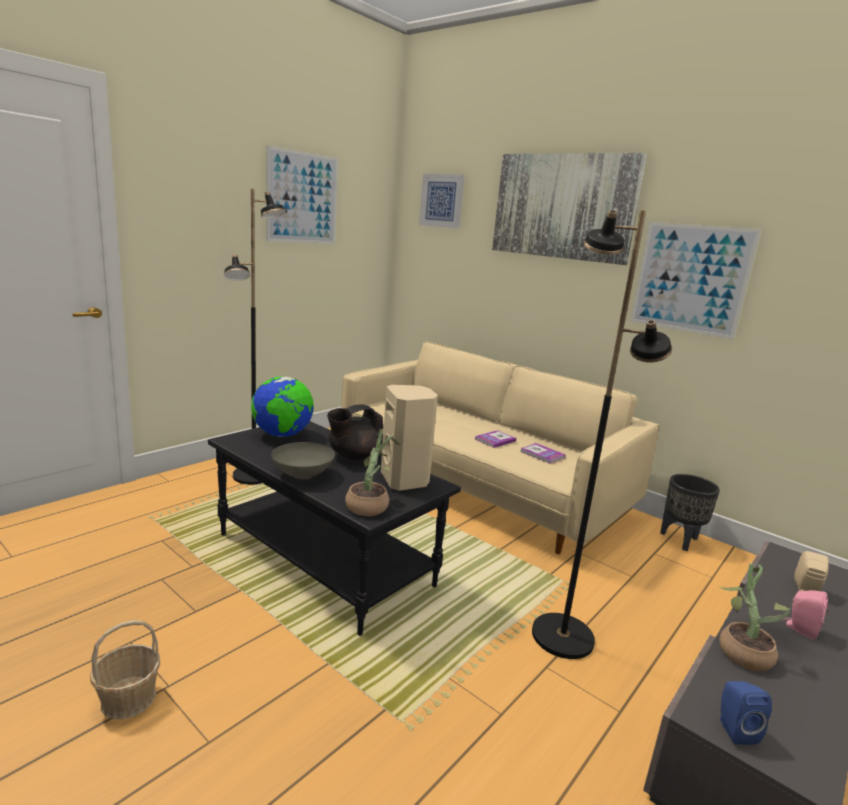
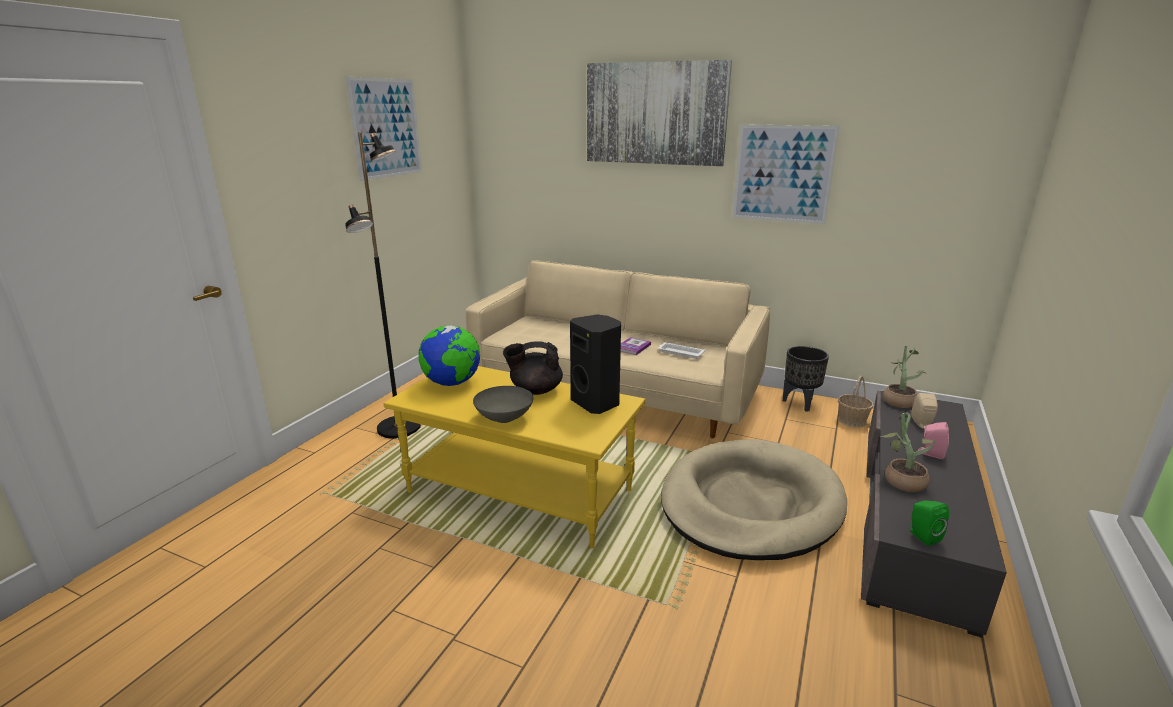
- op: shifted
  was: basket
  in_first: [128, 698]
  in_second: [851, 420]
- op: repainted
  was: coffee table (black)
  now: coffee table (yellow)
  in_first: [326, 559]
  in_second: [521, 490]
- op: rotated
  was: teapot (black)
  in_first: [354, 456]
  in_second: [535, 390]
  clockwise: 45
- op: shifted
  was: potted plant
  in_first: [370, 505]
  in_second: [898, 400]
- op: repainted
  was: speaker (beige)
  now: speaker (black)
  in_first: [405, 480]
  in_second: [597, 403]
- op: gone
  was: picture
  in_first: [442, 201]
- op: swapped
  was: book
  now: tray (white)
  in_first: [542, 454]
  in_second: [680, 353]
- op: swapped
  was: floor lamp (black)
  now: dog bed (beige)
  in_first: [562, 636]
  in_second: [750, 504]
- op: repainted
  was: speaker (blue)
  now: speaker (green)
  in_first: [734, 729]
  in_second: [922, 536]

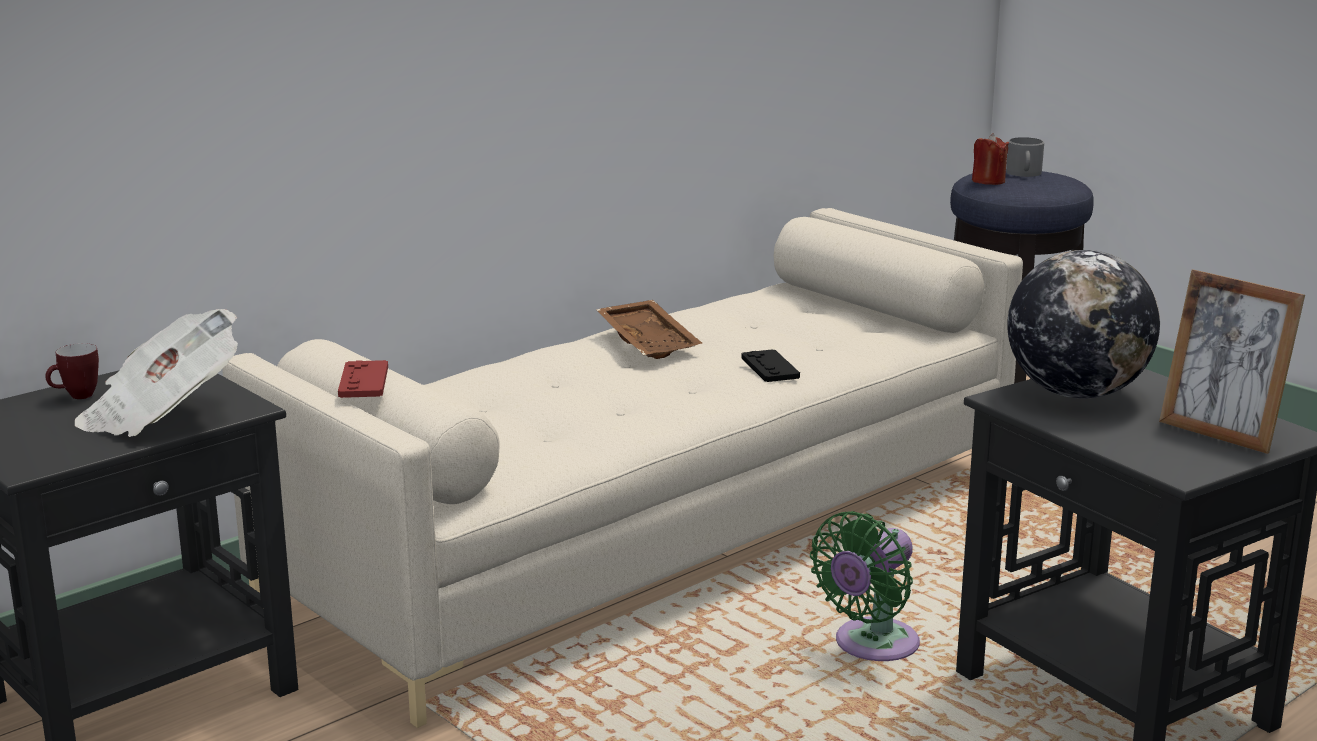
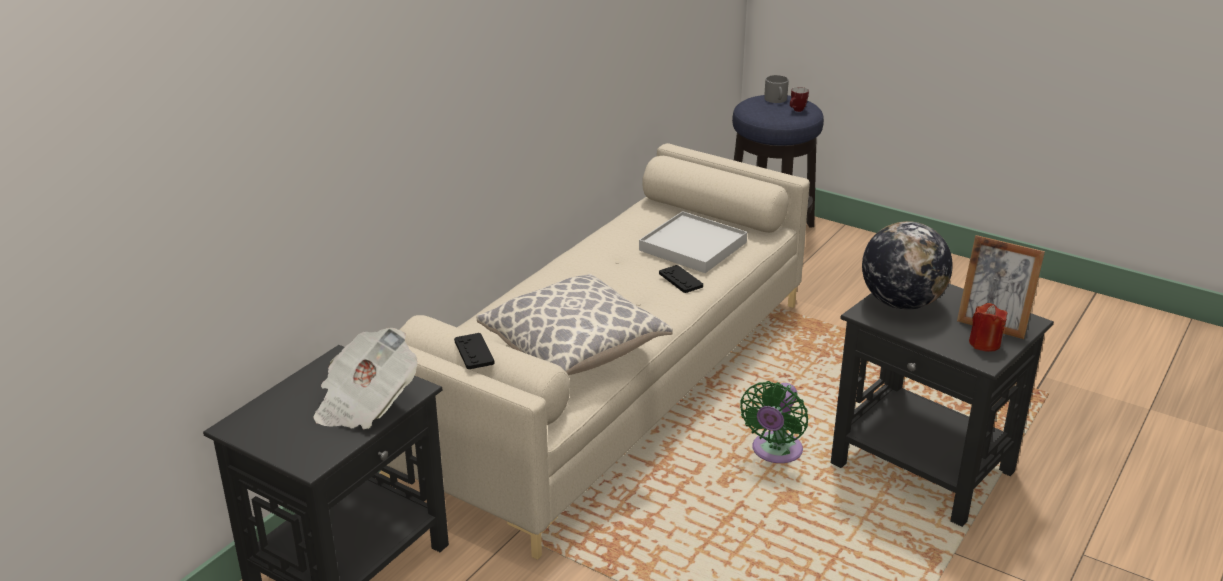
- op: shifted
  was: mug
  in_first: [76, 397]
  in_second: [797, 111]
- op: repainted
  was: game controller (red)
  now: game controller (black)
  in_first: [363, 381]
  in_second: [474, 352]
- op: gone
  was: tray (brown)
  in_first: [650, 342]
- op: shifted
  was: candle (red)
  in_first: [988, 181]
  in_second: [984, 343]
- op: new
  now: pillow
  in_second: [574, 351]
- op: new
  now: tray (white)
  in_second: [693, 246]

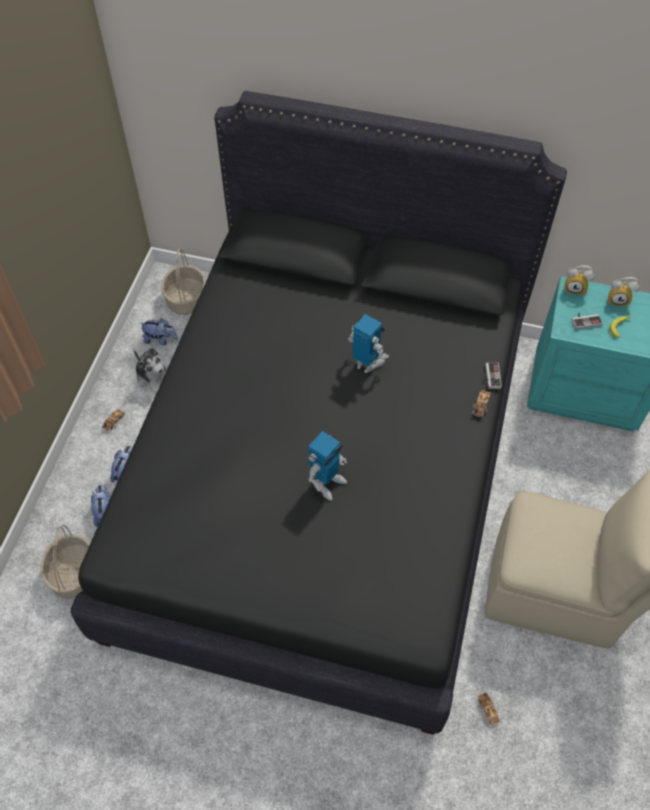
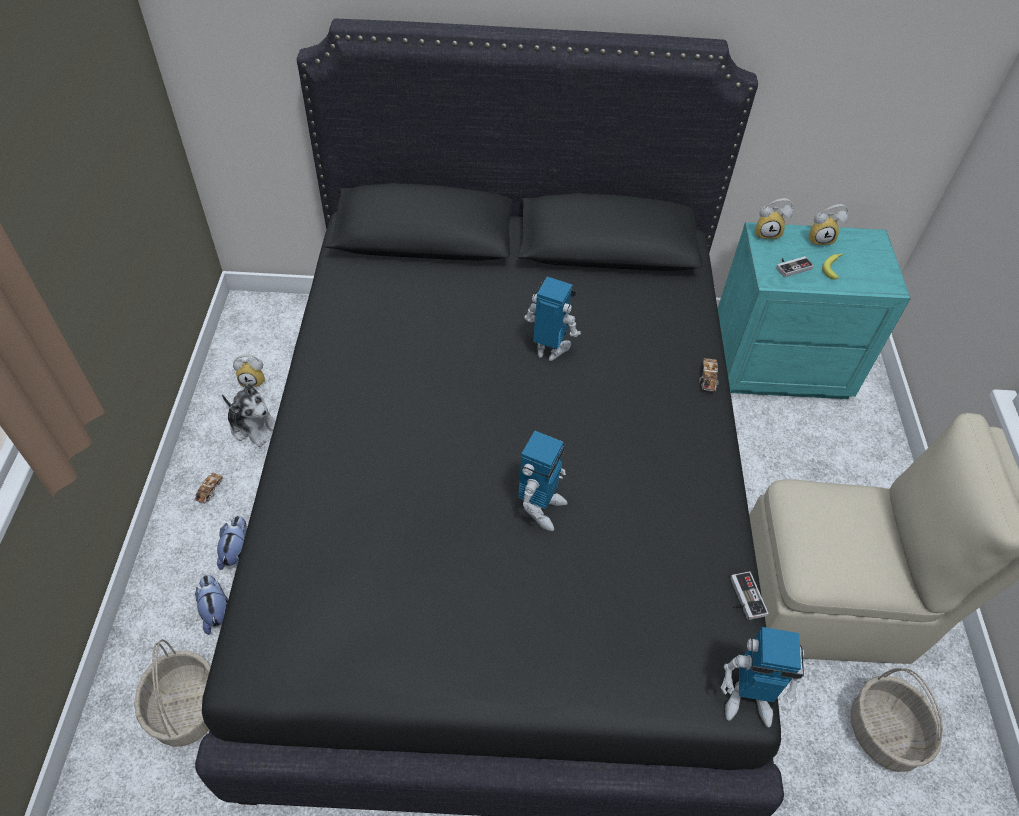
- op: swapped
  was: plush toy
  now: alarm clock
  in_first: [160, 339]
  in_second: [254, 380]
- op: shifted
  was: basket
  in_first: [187, 300]
  in_second: [884, 733]
- op: gone
  was: toy car
  in_first: [487, 709]
- op: shifted
  was: game controller
  in_first: [489, 377]
  in_second: [743, 598]
- op: new
  now: toy robot
  in_second: [748, 699]

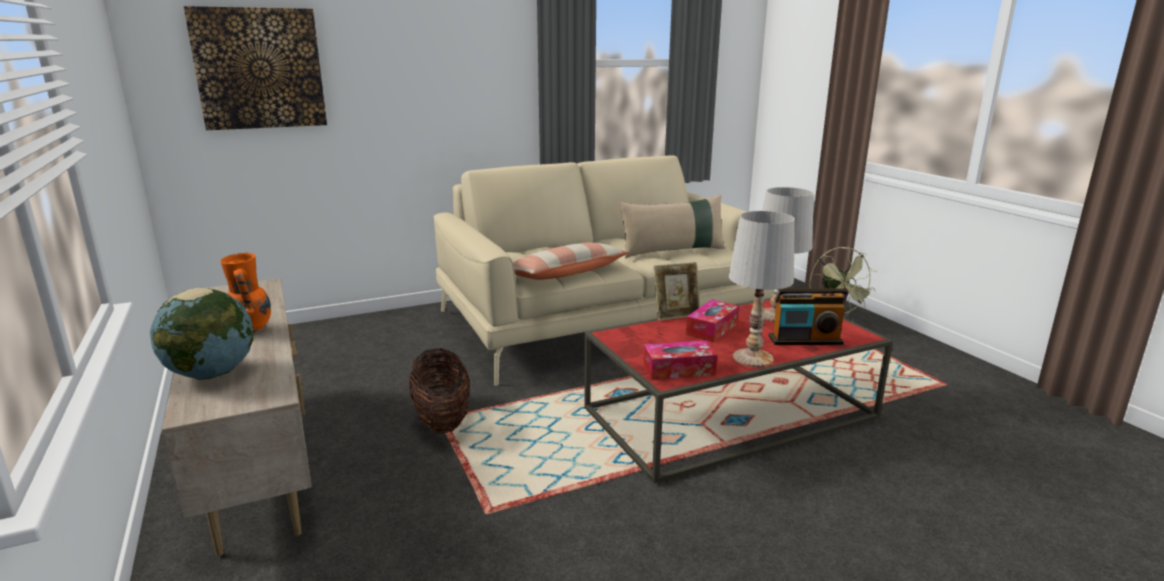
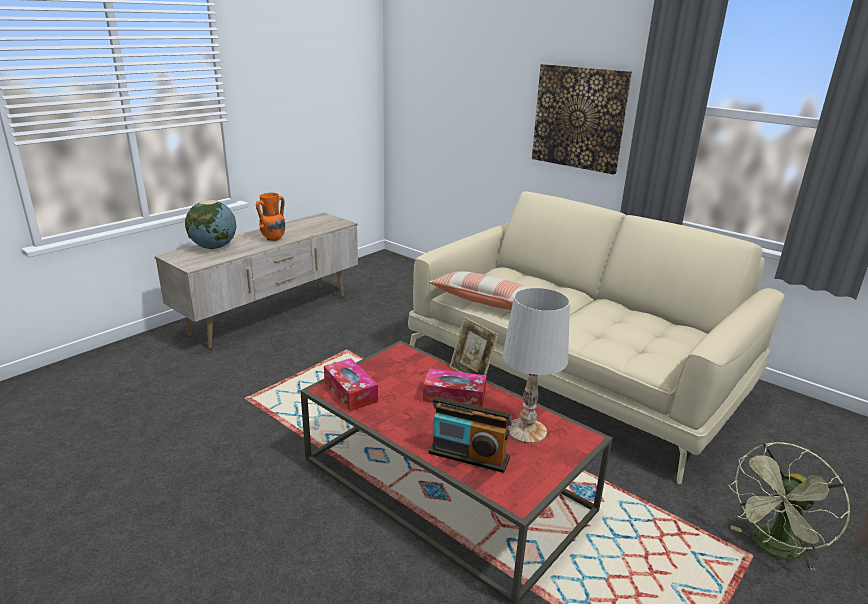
- op: shifted
  was: picture
  in_first: [259, 69]
  in_second: [579, 118]
- op: gone
  was: basket
  in_first: [442, 419]
- op: gone
  was: pillow (beige)
  in_first: [672, 251]
- op: gone
  was: table lamp (white)
  in_first: [752, 358]
- op: rotated
  was: radio
  in_first: [805, 340]
  in_second: [469, 456]
  clockwise: -45

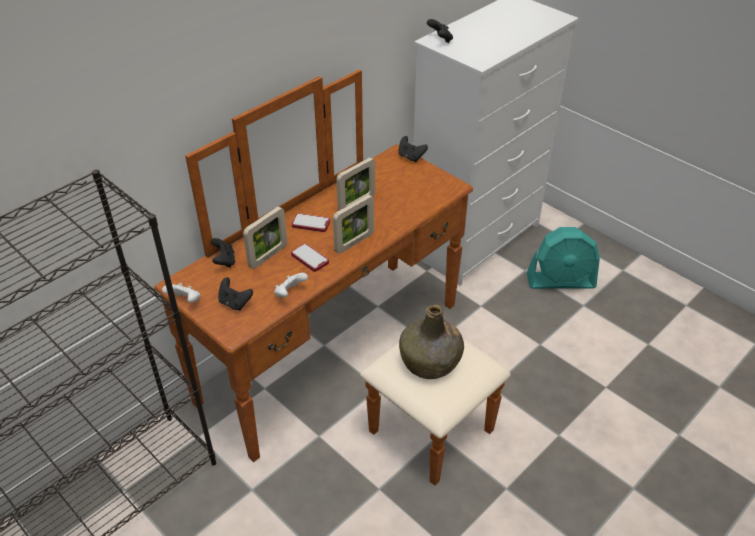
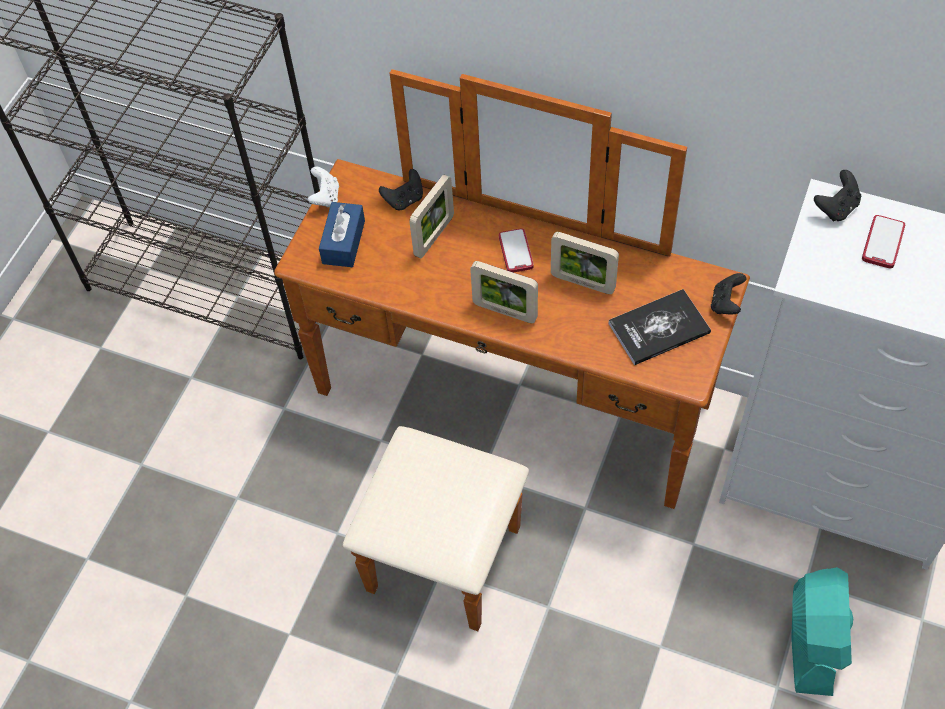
- op: swapped
  was: game controller (black)
  now: tissue box (blue)
  in_first: [235, 303]
  in_second: [343, 242]
- op: rotated
  was: picture frame
  in_first: [268, 256]
  in_second: [434, 236]
  clockwise: -75
- op: gone
  was: game controller (white)
  in_first: [290, 293]
- op: shifted
  was: phone
  in_first: [310, 258]
  in_second: [883, 243]
- op: gone
  was: bottle (green)
  in_first: [430, 361]
- op: rotated
  was: fan (turquoise)
  in_first: [561, 281]
  in_second: [812, 640]
  clockwise: -150
- op: new
  now: book
  in_second: [659, 328]

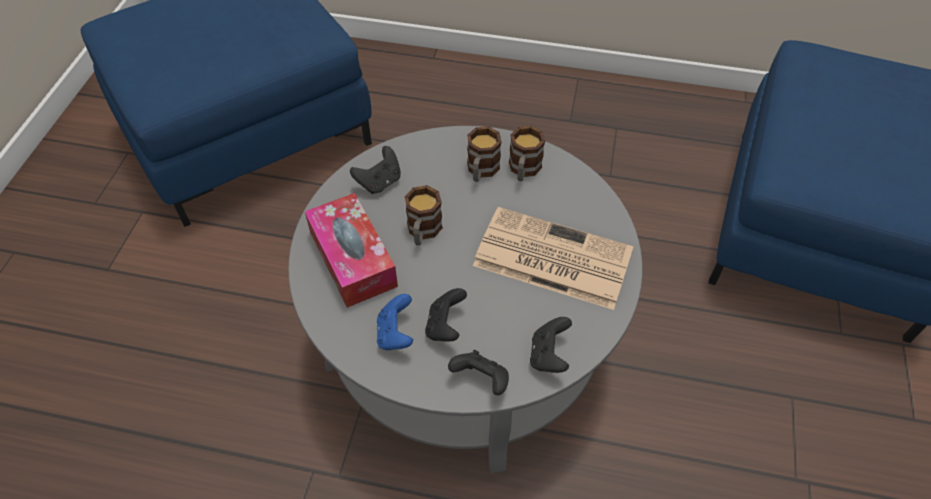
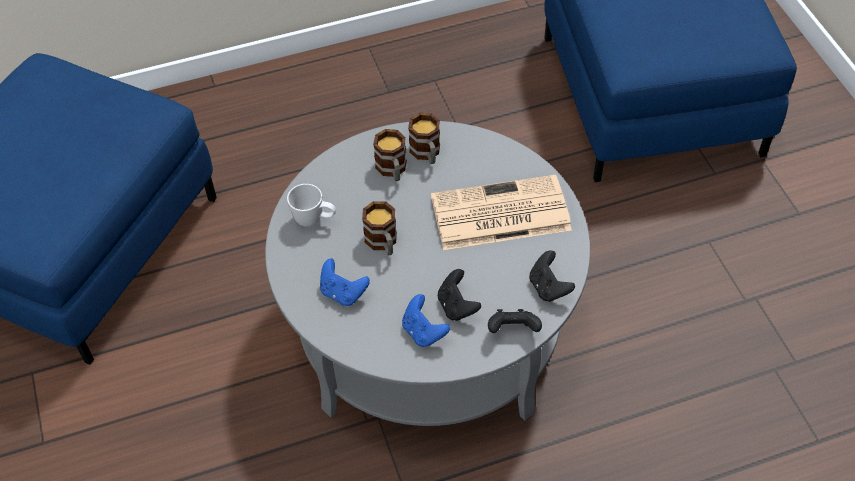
- op: swapped
  was: tissue box
  now: game controller (blue)
  in_first: [353, 259]
  in_second: [343, 293]
- op: swapped
  was: game controller (black)
  now: mug (white)
  in_first: [379, 182]
  in_second: [314, 220]

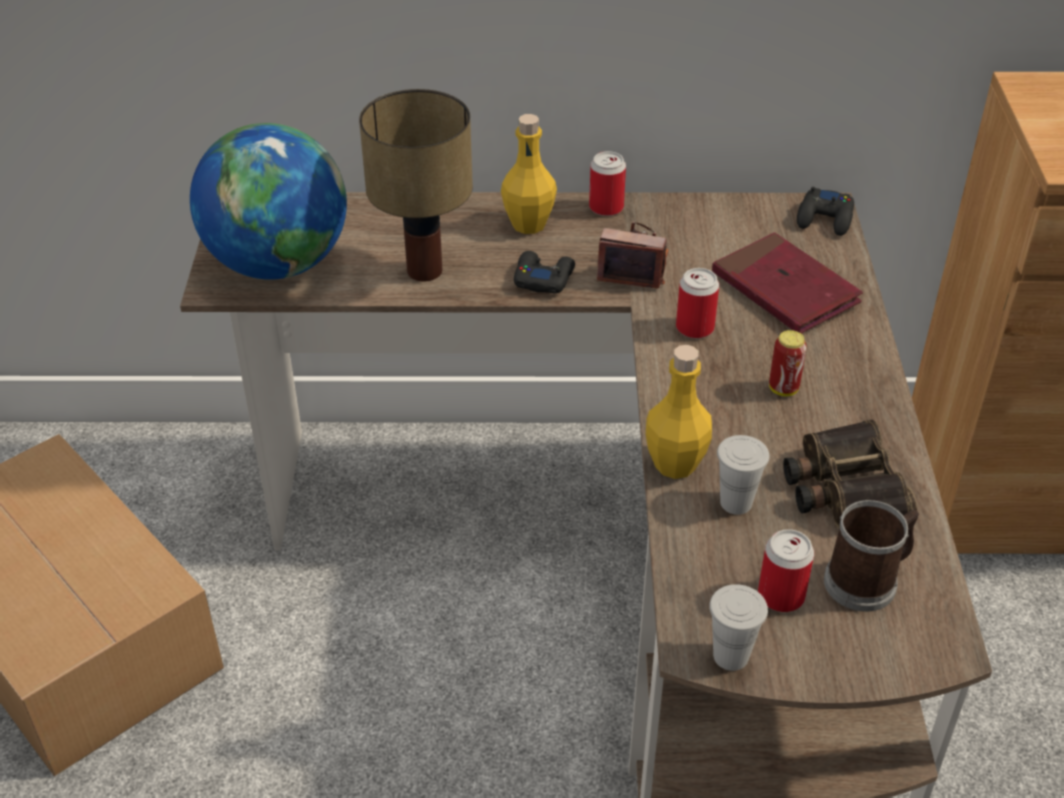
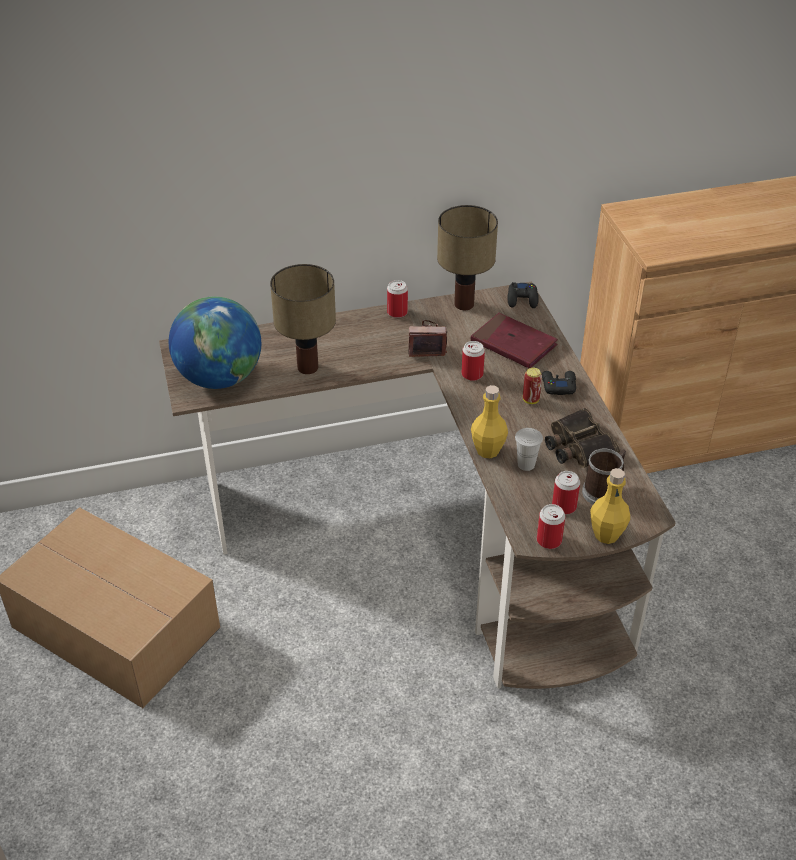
- op: shifted
  was: bottle (yellow)
  in_first: [528, 224]
  in_second: [606, 535]
- op: shifted
  was: game controller (black)
  in_first: [543, 278]
  in_second: [558, 385]
- op: swapped
  was: cup (white)
  now: can
  in_first: [731, 656]
  in_second: [549, 540]
- op: new
  now: table lamp
  in_second: [464, 304]

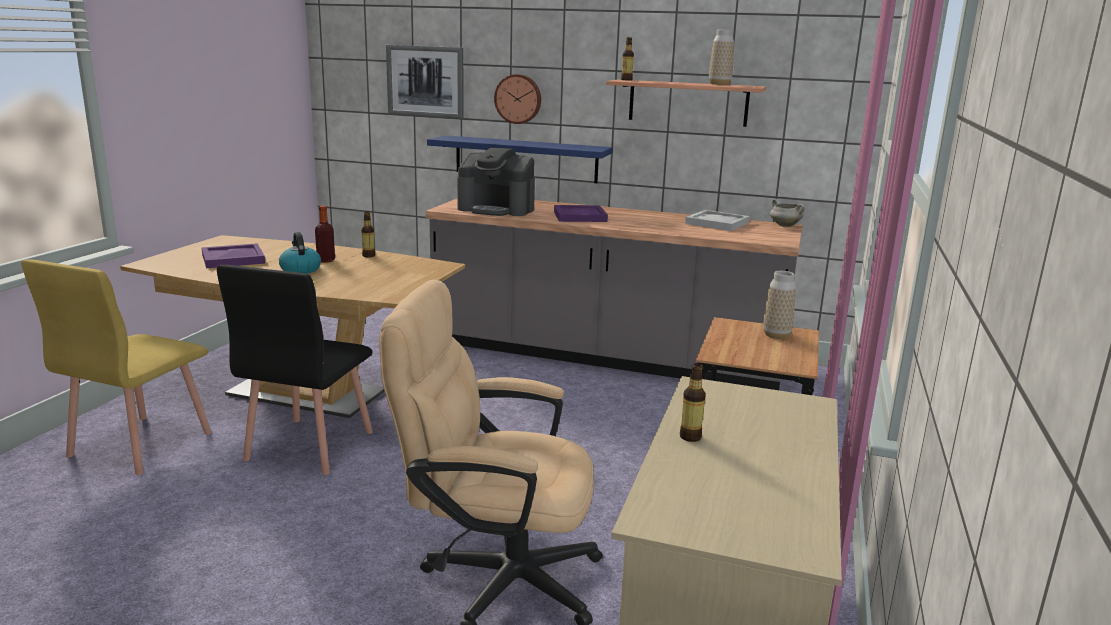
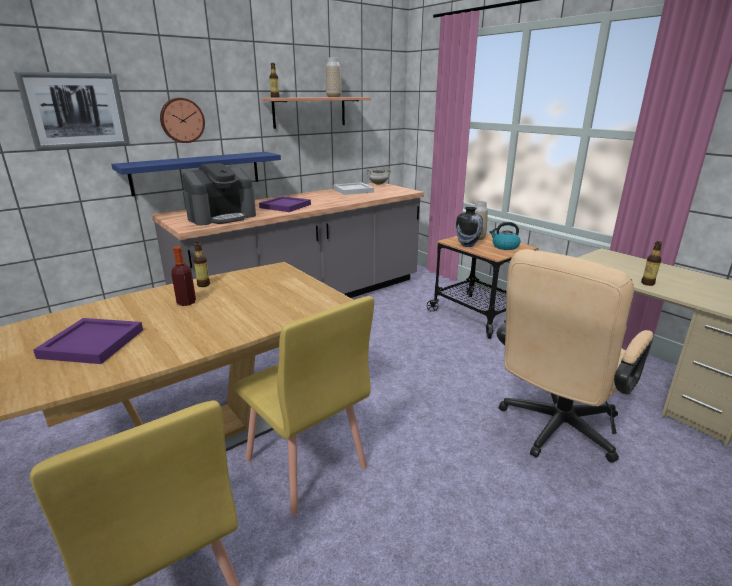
- op: repainted
  was: chair (black)
  now: chair (yellow)
  in_first: [308, 446]
  in_second: [305, 464]
- op: shifted
  was: kettle
  in_first: [300, 269]
  in_second: [504, 246]
- op: new
  now: vase
  in_second: [467, 245]

